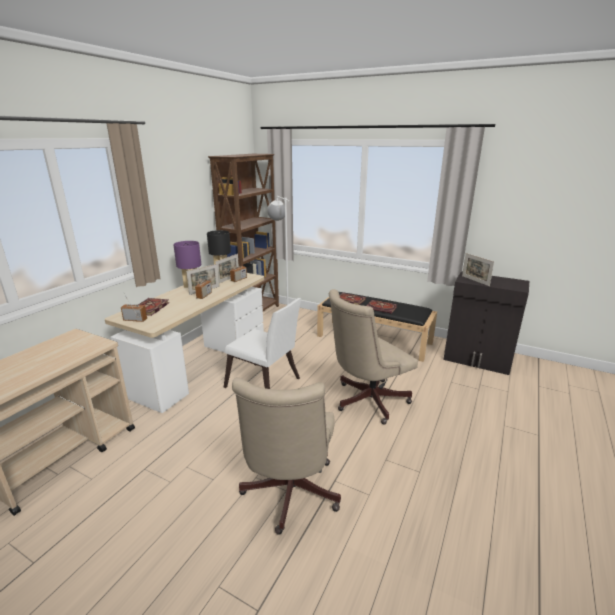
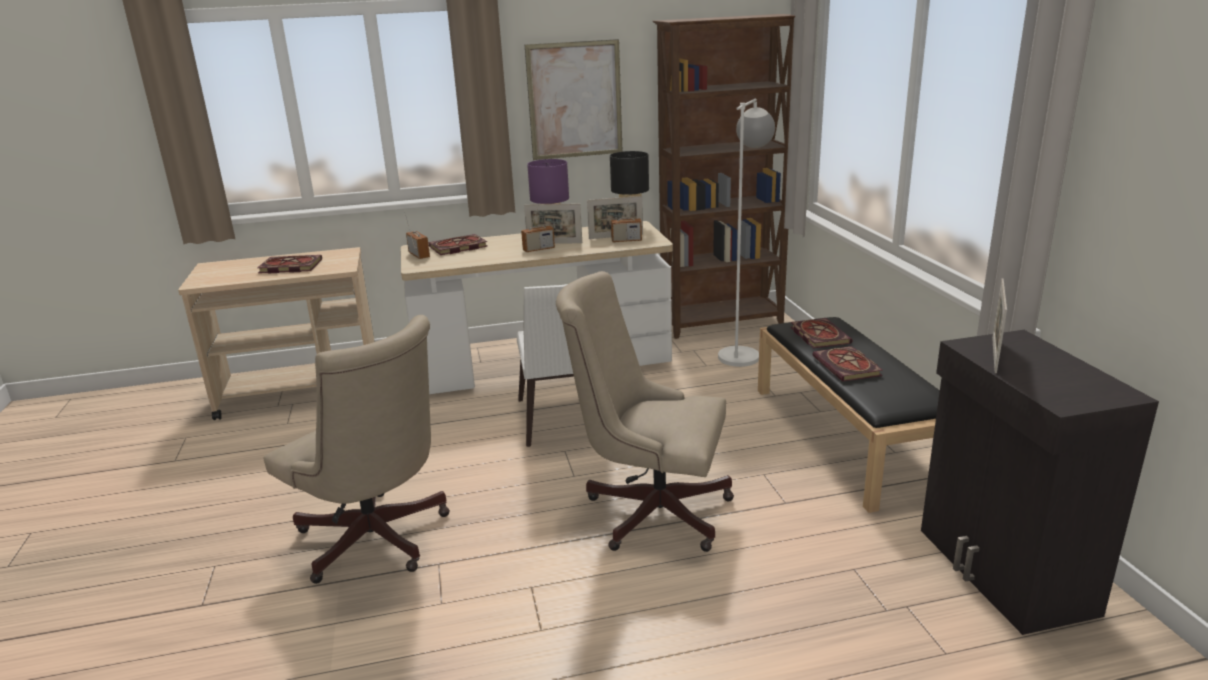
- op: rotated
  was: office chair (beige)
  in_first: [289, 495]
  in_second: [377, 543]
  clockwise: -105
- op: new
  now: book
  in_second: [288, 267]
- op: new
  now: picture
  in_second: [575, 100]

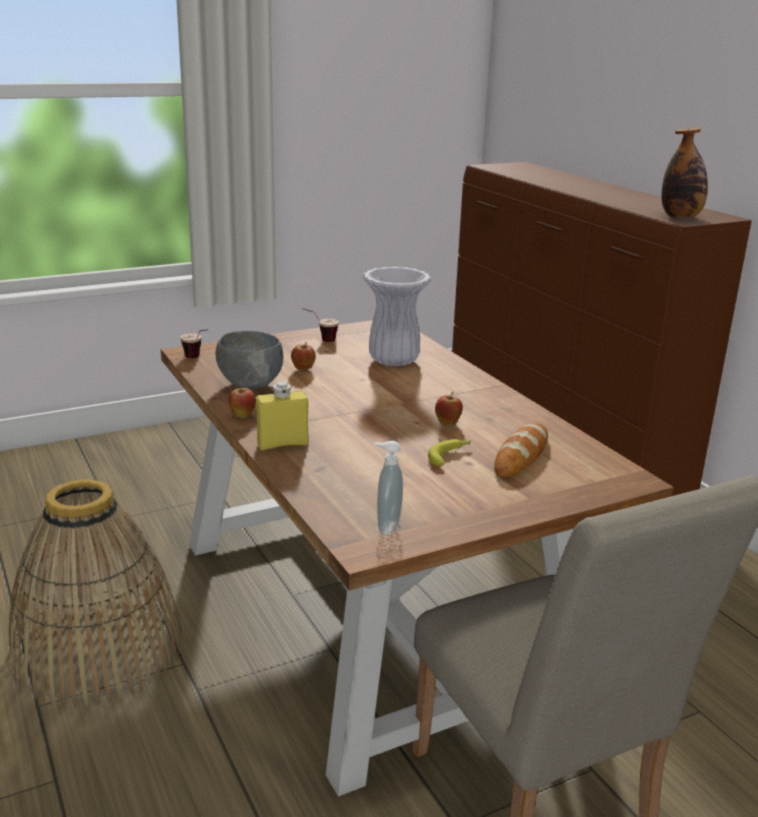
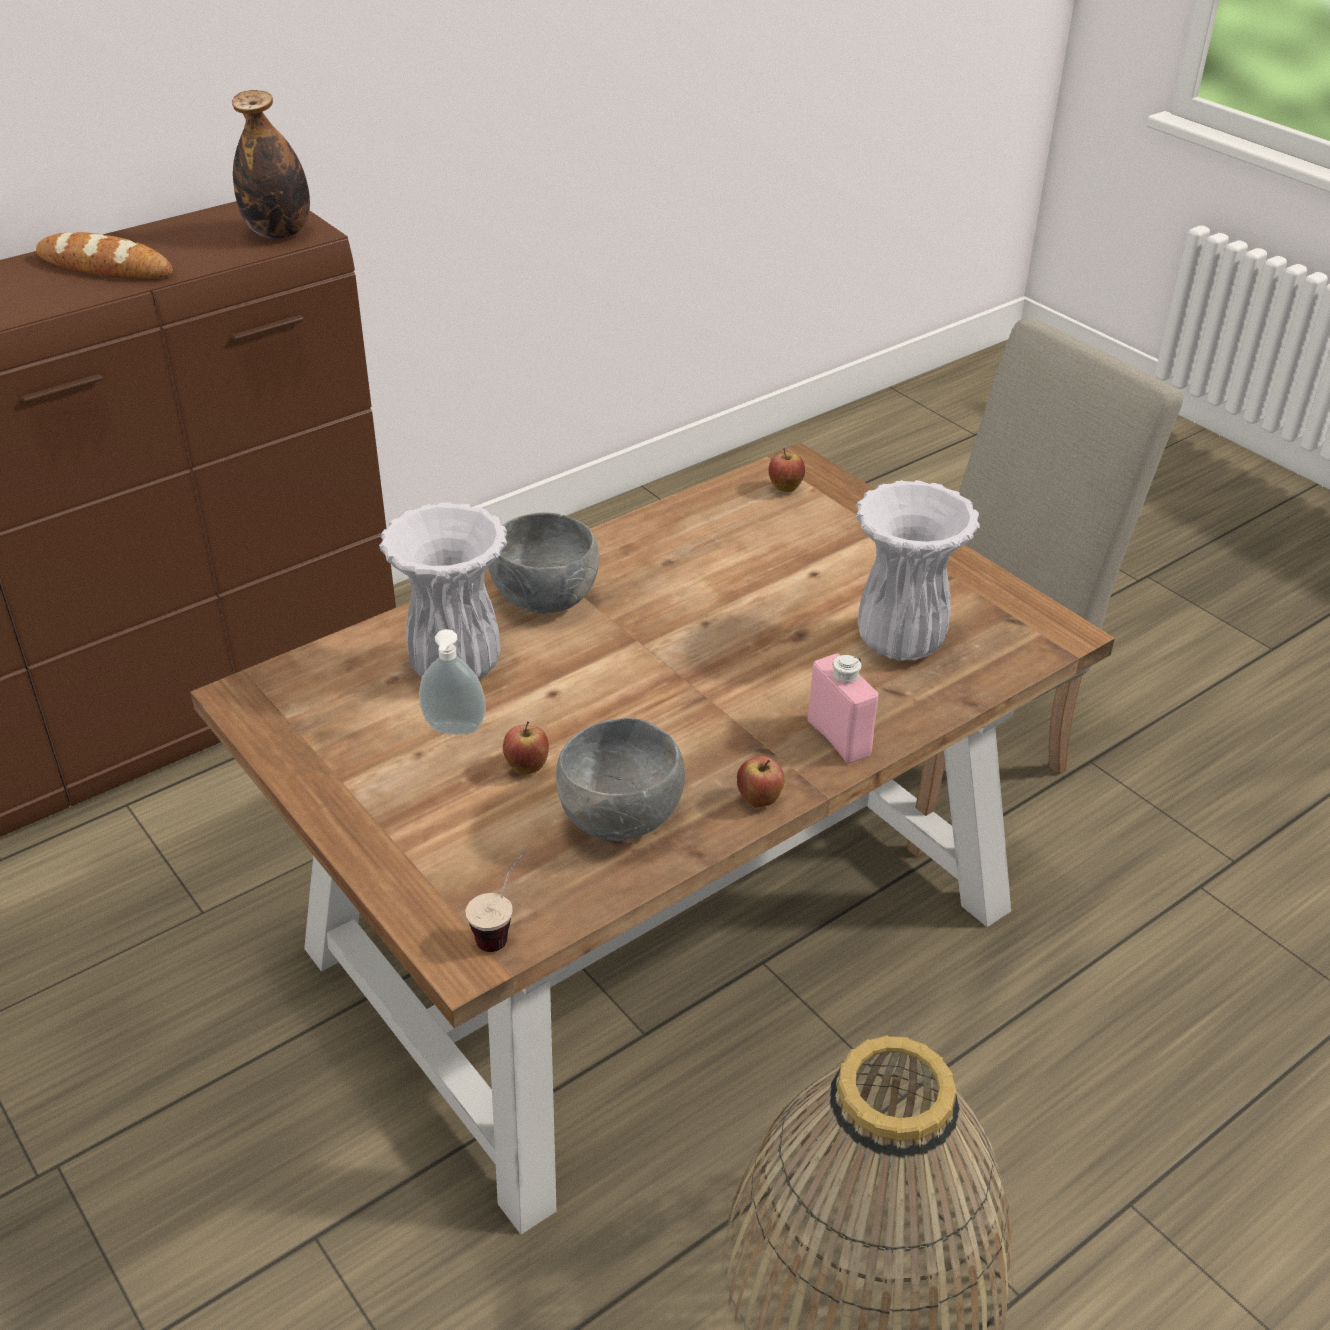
- op: repainted
  was: bottle (yellow)
  now: bottle (pink)
  in_first: [282, 444]
  in_second: [838, 738]
- op: gone
  was: cup
  in_first: [320, 340]
- op: shifted
  was: soap dispenser
  in_first: [386, 526]
  in_second: [454, 731]
- op: gone
  was: banana
  in_first: [450, 456]
- op: shifted
  was: apple
  in_first: [447, 423]
  in_second: [785, 489]
- op: shifted
  was: bread
  in_first: [521, 455]
  in_second: [105, 266]
- op: new
  now: bowl (grey)
  in_second: [544, 600]
- op: new
  now: vase (white)
  in_second: [900, 641]

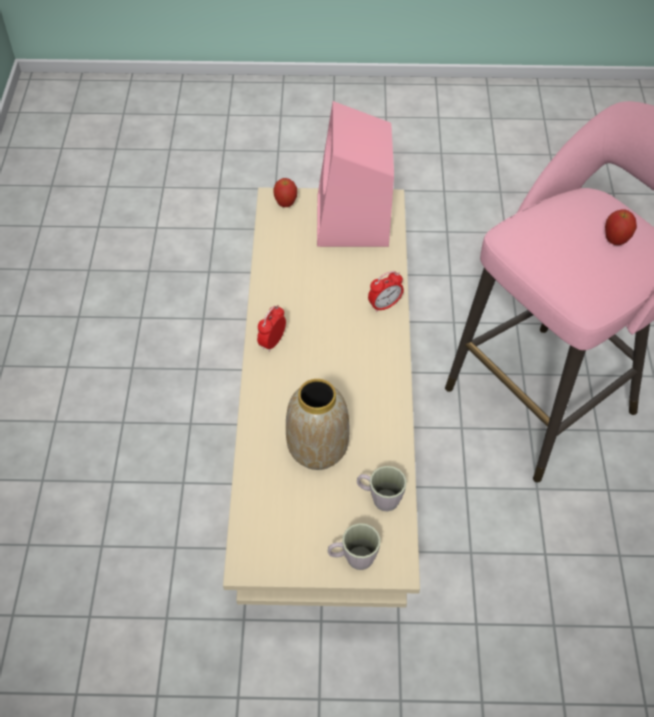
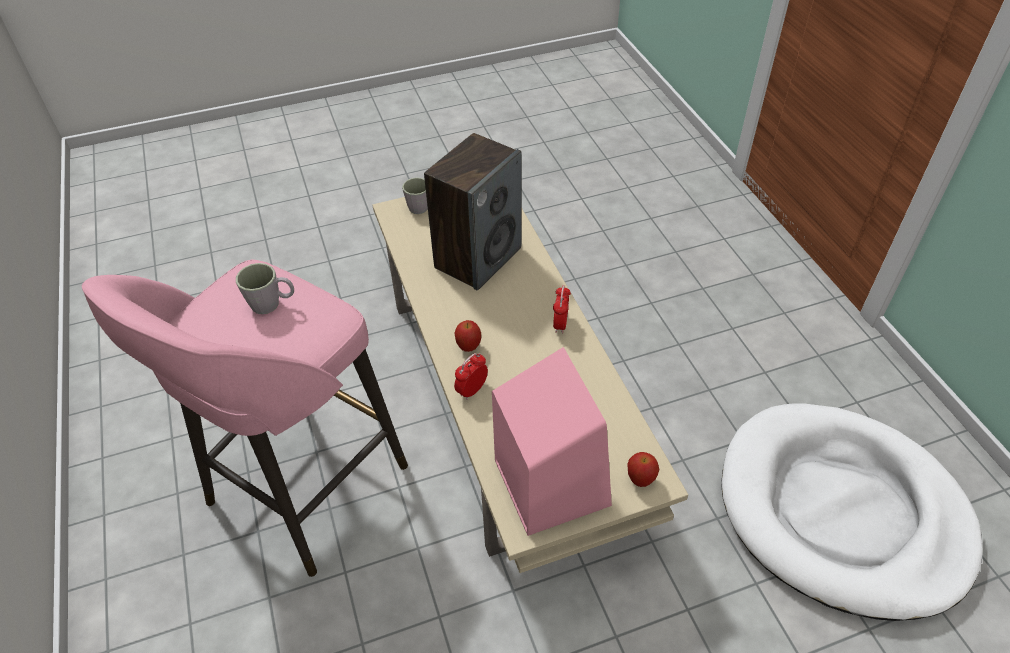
- op: swapped
  was: vase
  now: speaker
  in_first: [317, 450]
  in_second: [478, 257]
- op: shifted
  was: mug (grey)
  in_first: [379, 498]
  in_second: [272, 304]
- op: shifted
  was: apple
  in_first: [615, 240]
  in_second: [468, 347]
- op: new
  now: dog bed (white)
  in_second: [841, 512]

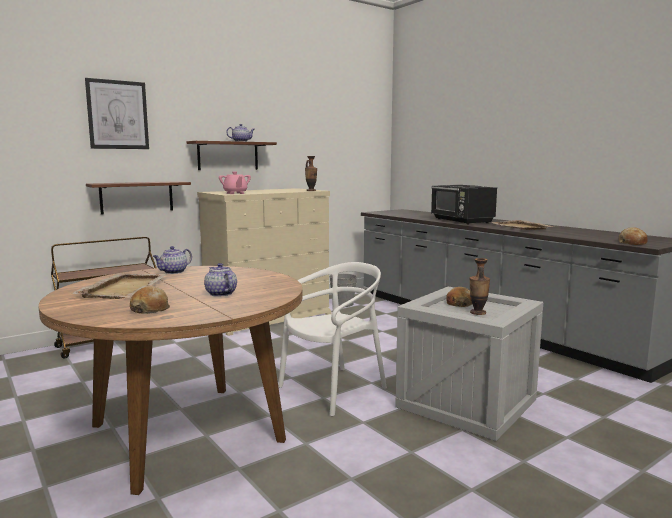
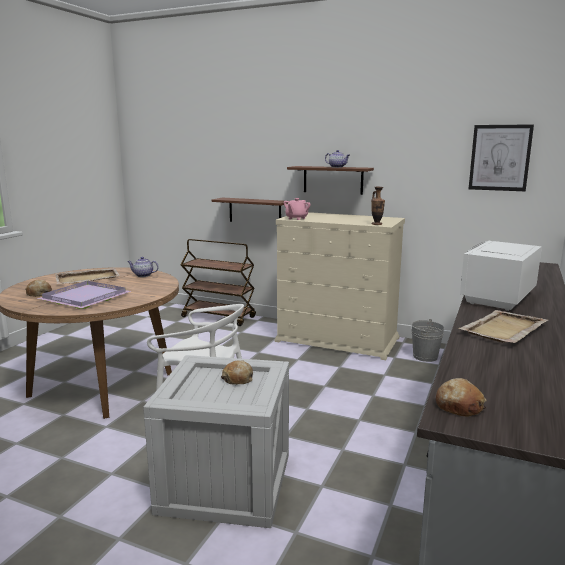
- op: shifted
  was: picture
  in_first: [117, 115]
  in_second: [500, 158]
- op: swapped
  was: teapot
  now: tray (purple)
  in_first: [220, 294]
  in_second: [85, 297]
- op: repainted
  was: microwave (black)
  now: microwave (white)
  in_first: [461, 221]
  in_second: [497, 298]
- op: gone
  was: vase
  in_first: [478, 313]

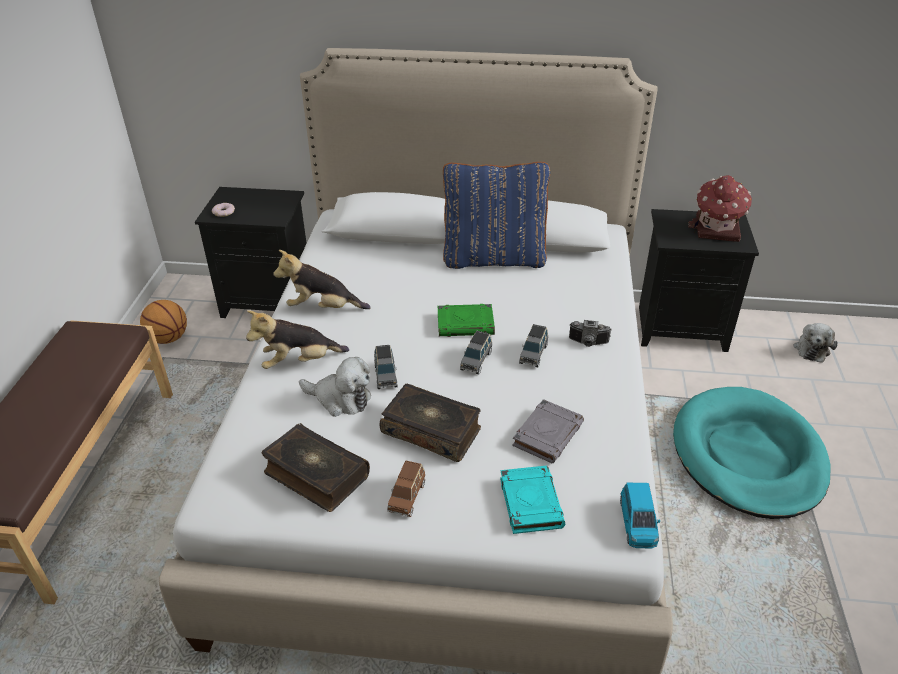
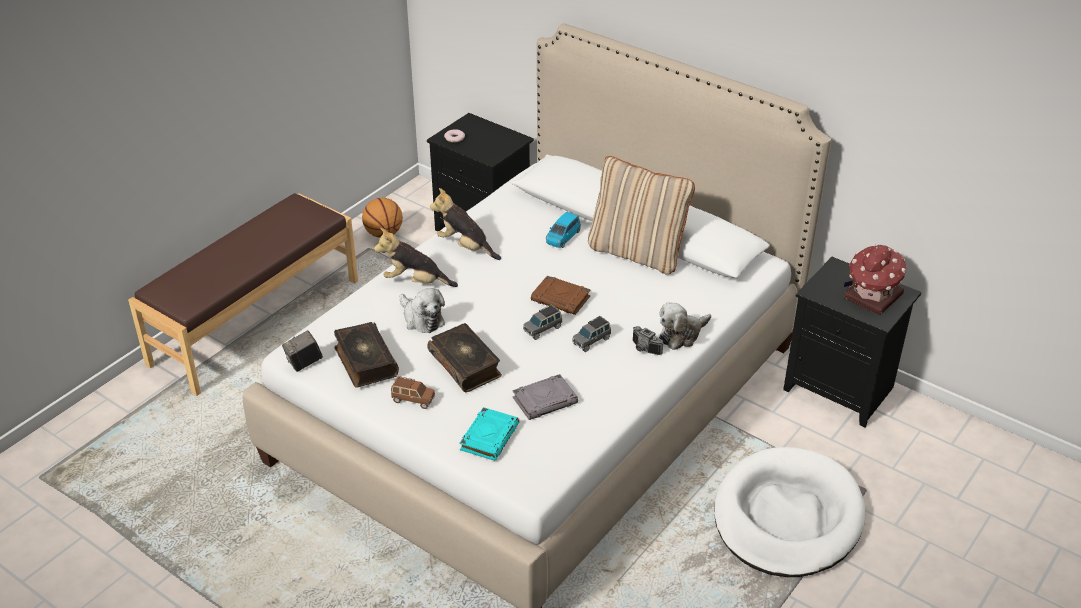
- op: gone
  was: toy car (grey)
  in_first: [385, 375]
- op: rotated
  was: toy car (brown)
  in_first: [407, 497]
  in_second: [413, 400]
  clockwise: -120
- op: repainted
  was: book (green)
  now: book (brown)
  in_first: [466, 324]
  in_second: [561, 299]
- op: repainted
  was: pillow (blue)
  now: pillow (beige)
  in_first: [494, 258]
  in_second: [637, 253]
- op: shifted
  was: toy car (blue)
  in_first: [637, 523]
  in_second: [563, 237]
- op: repainted
  was: dog bed (turquoise)
  now: dog bed (white)
  in_first: [747, 456]
  in_second: [787, 517]
- op: shifted
  was: plush toy
  in_first: [812, 348]
  in_second: [681, 335]
- op: new
  now: photo camera
  in_second: [304, 363]

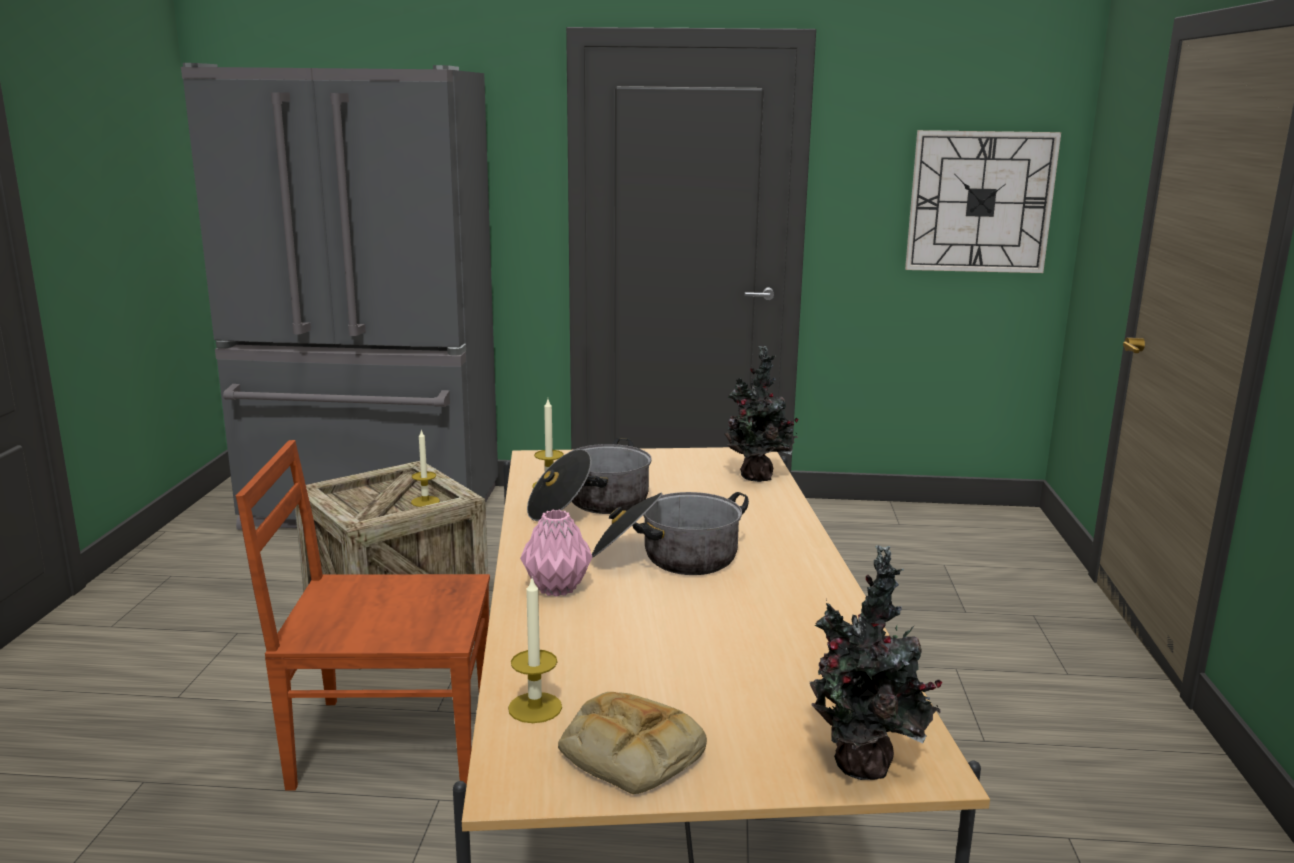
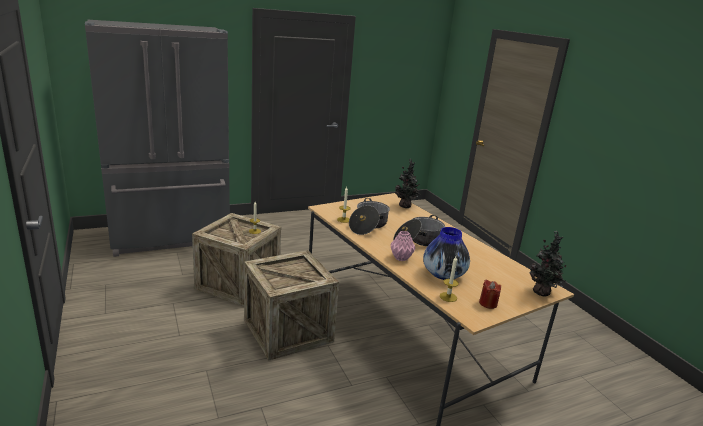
- op: swapped
  was: chair (brown)
  now: crate
  in_first: [388, 742]
  in_second: [288, 330]
- op: swapped
  was: bread
  now: candle (red)
  in_first: [628, 753]
  in_second: [488, 303]
- op: gone
  was: wall clock
  in_first: [980, 202]
- op: new
  now: vase
  in_second: [443, 275]

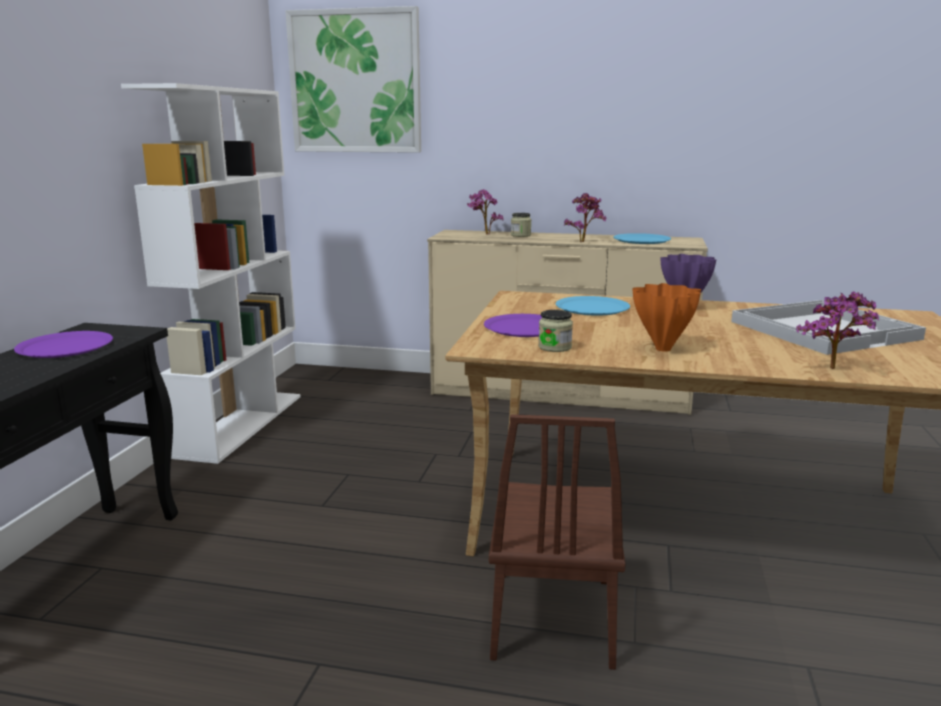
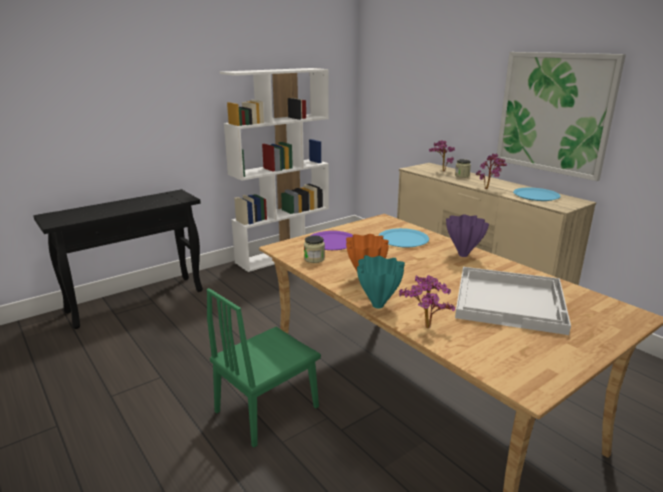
- op: gone
  was: plate (purple)
  in_first: [65, 346]
- op: shifted
  was: picture
  in_first: [355, 82]
  in_second: [554, 113]
- op: repainted
  was: chair (brown)
  now: chair (green)
  in_first: [552, 616]
  in_second: [267, 409]
- op: new
  now: vase (turquoise)
  in_second: [378, 306]

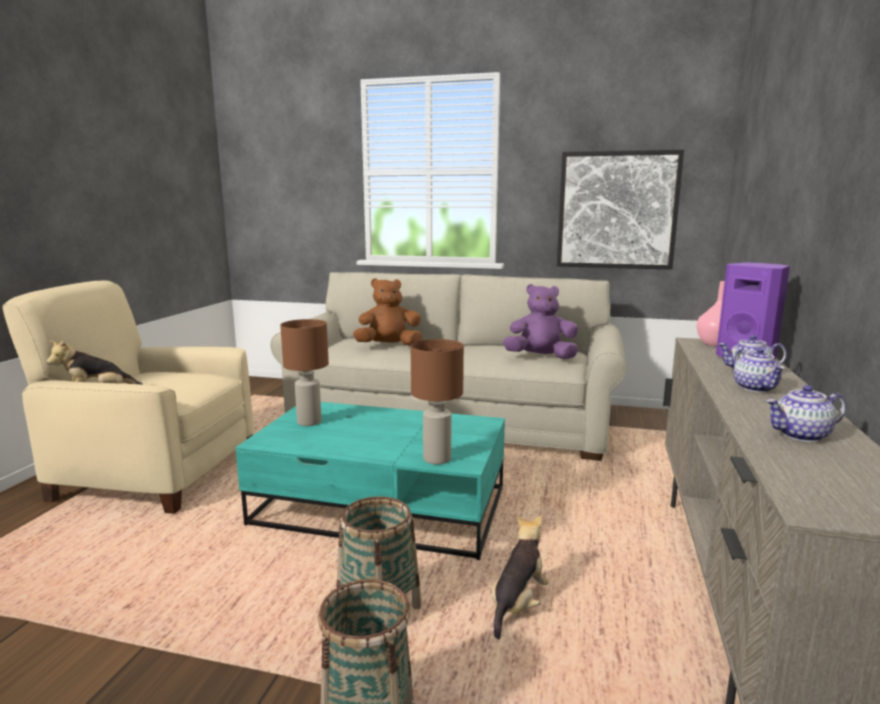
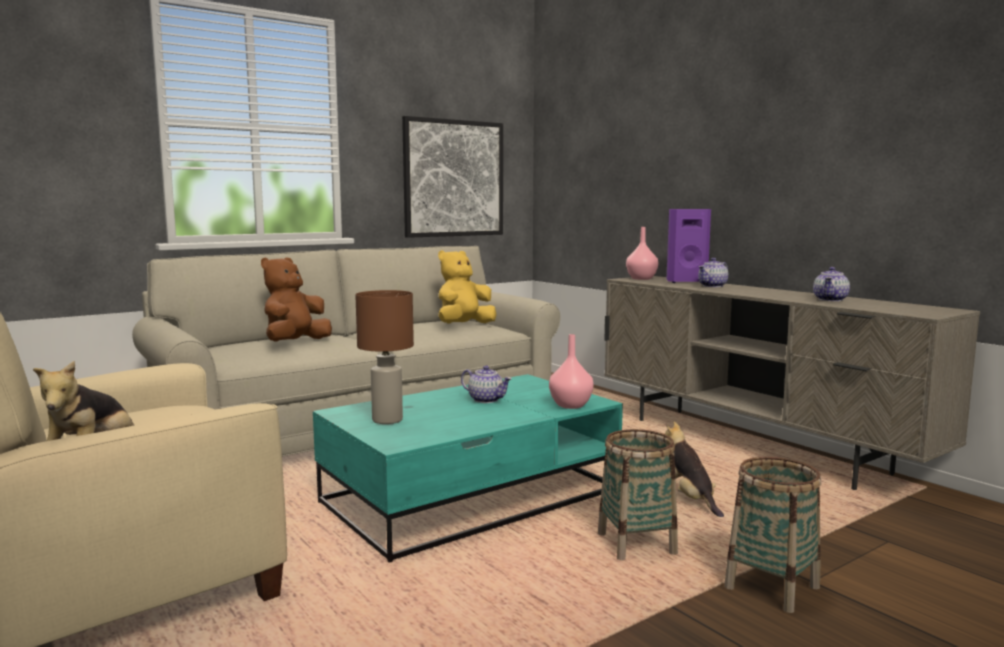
- op: swapped
  was: table lamp (brown)
  now: vase (pink)
  in_first: [438, 459]
  in_second: [571, 405]
- op: repainted
  was: plush toy (purple)
  now: plush toy (yellow)
  in_first: [540, 357]
  in_second: [464, 325]
- op: shifted
  was: teapot
  in_first: [756, 388]
  in_second: [486, 400]

